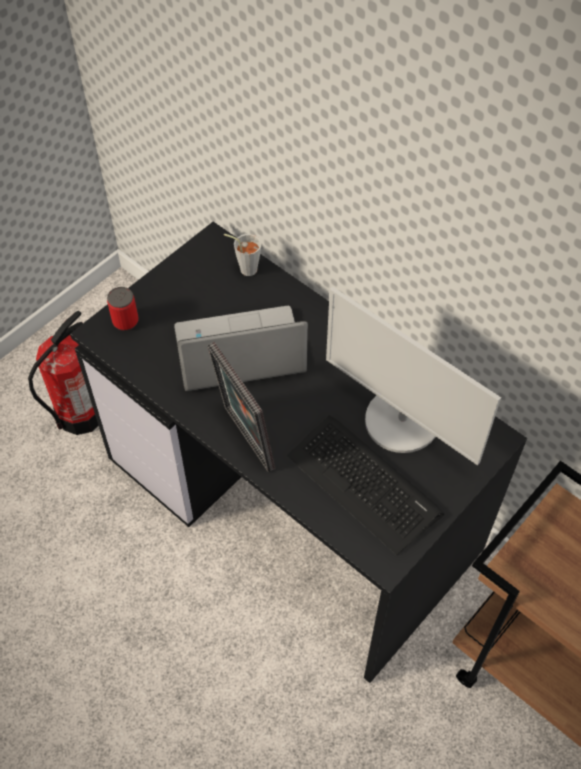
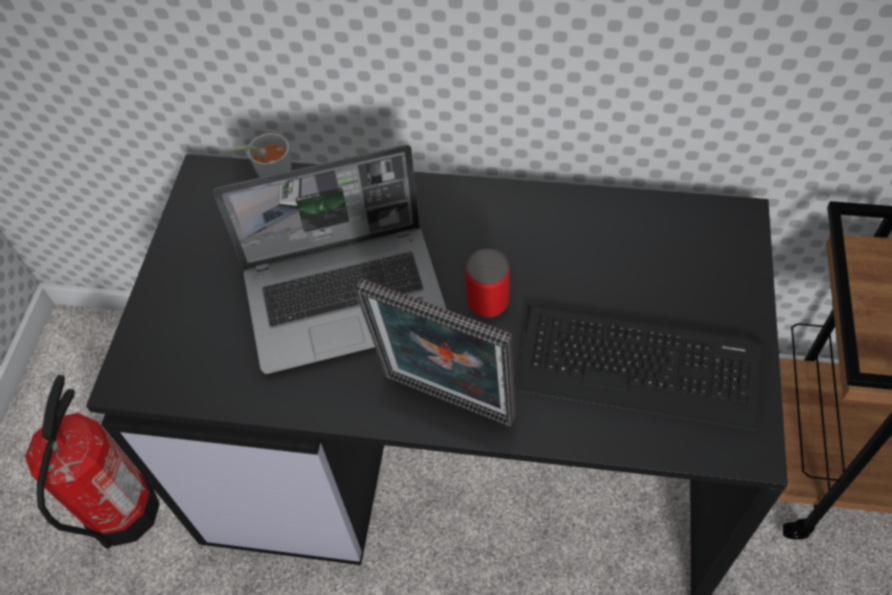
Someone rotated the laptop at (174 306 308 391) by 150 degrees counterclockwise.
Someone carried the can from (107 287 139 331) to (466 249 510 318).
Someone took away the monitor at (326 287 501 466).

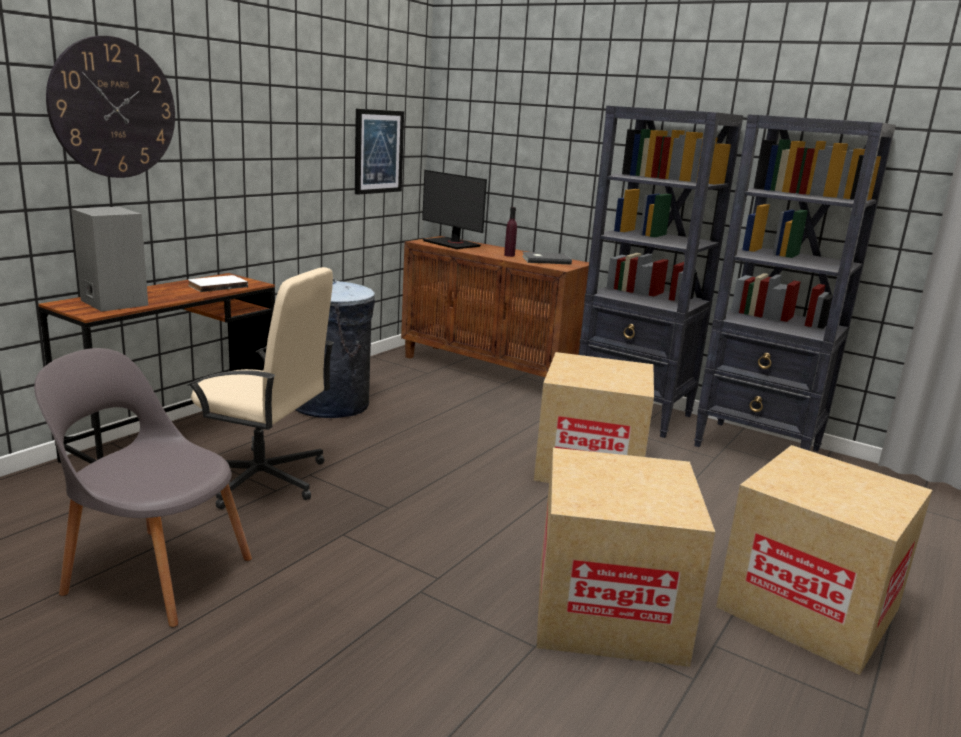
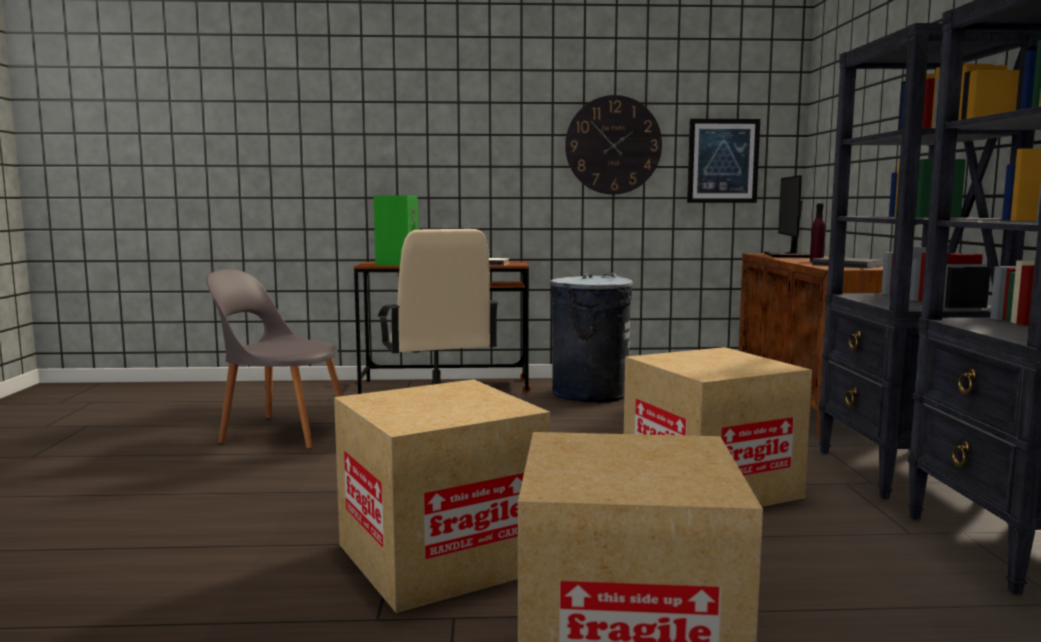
Someone rotated the chair (grey) at (34 348 252 627) by 60 degrees counterclockwise.
Someone repainted the speaker (grey) at (71 207 148 312), which became the speaker (green) at (374 195 418 266).
Someone carried the wall clock from (46 36 175 178) to (565 95 662 195).

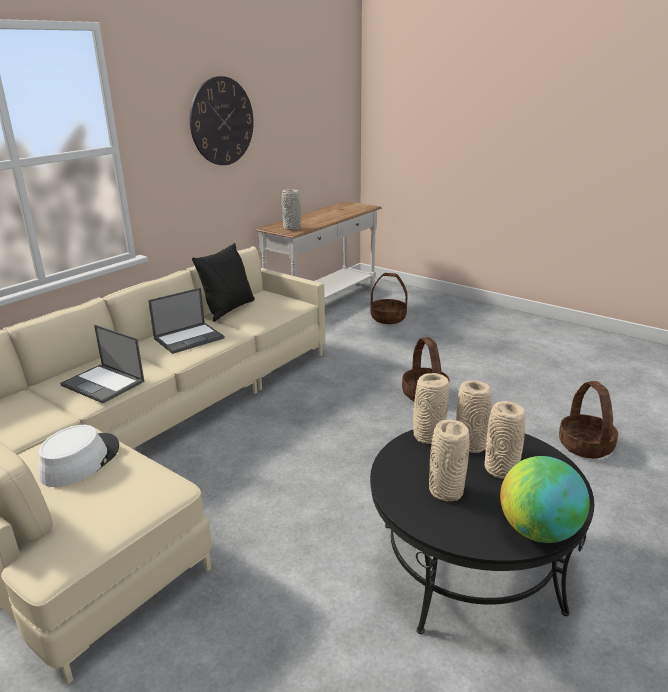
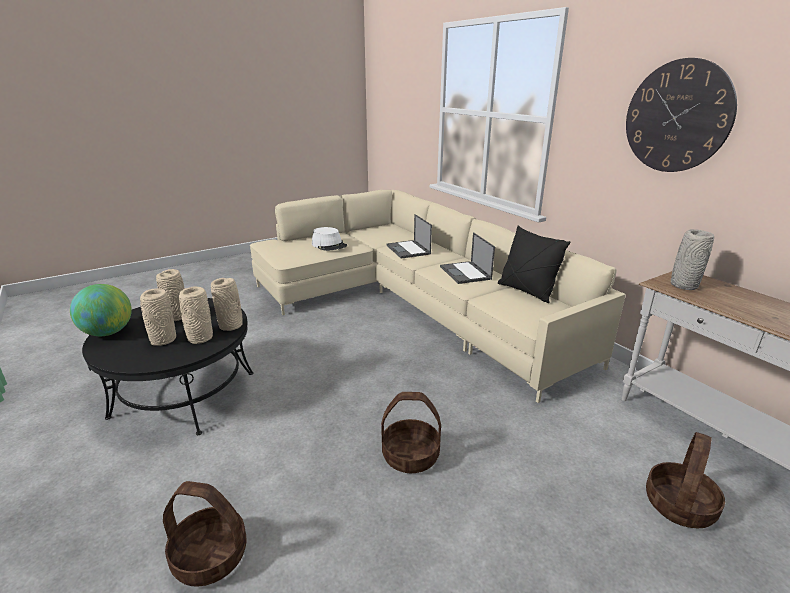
Someone rotated the laptop at (60 325 144 403) by 75 degrees counterclockwise.

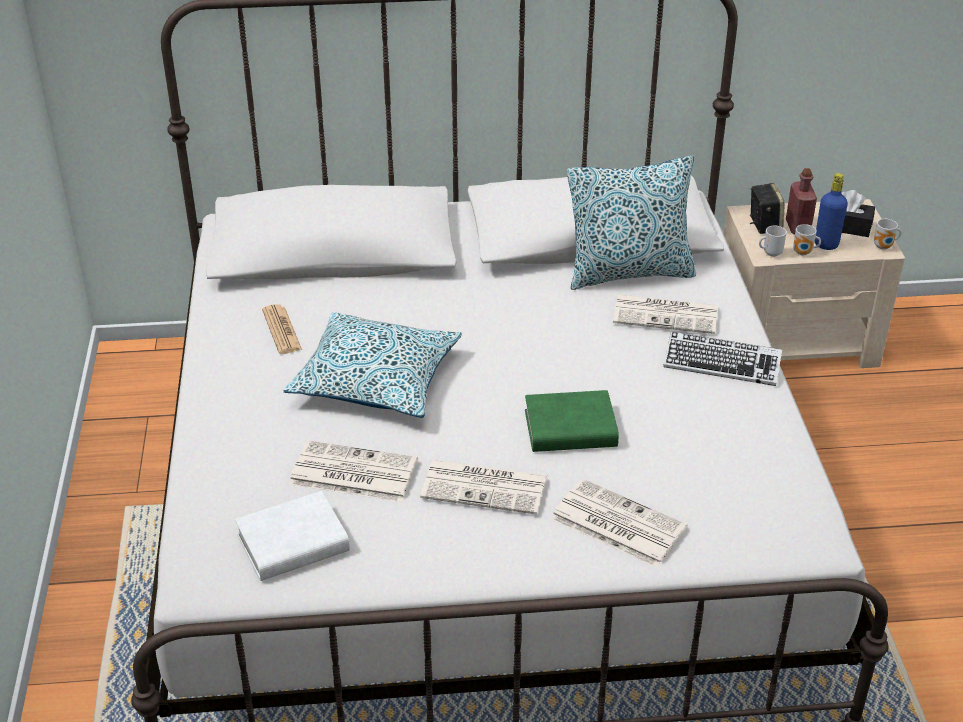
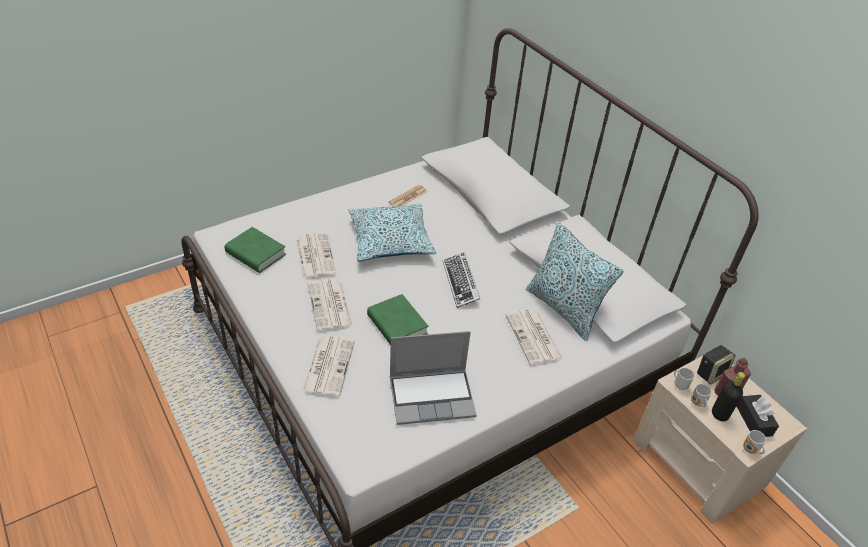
Someone repainted the book (white) at (235 491 350 581), which became the book (green) at (225 227 286 273).
Someone put down the laptop at (390 331 477 425).
Someone carried the keyboard from (663 332 782 386) to (443 252 480 308).
Someone repainted the bottle (blue) at (815 173 848 250), which became the bottle (black) at (712 372 745 421).

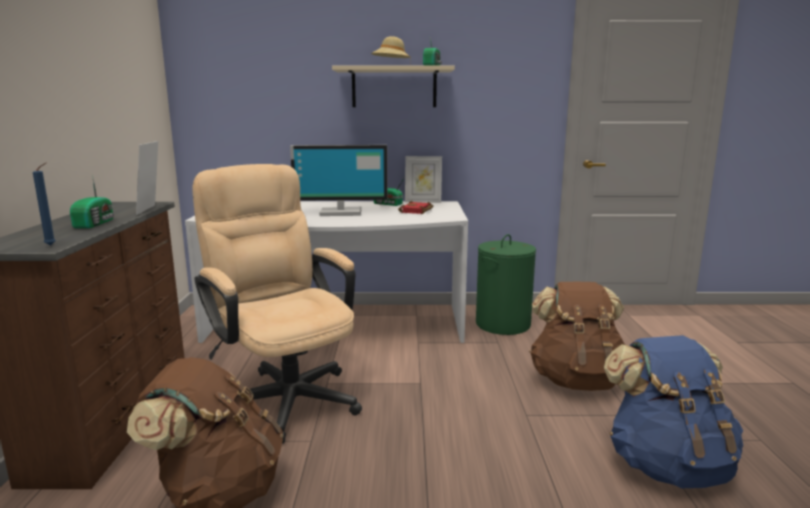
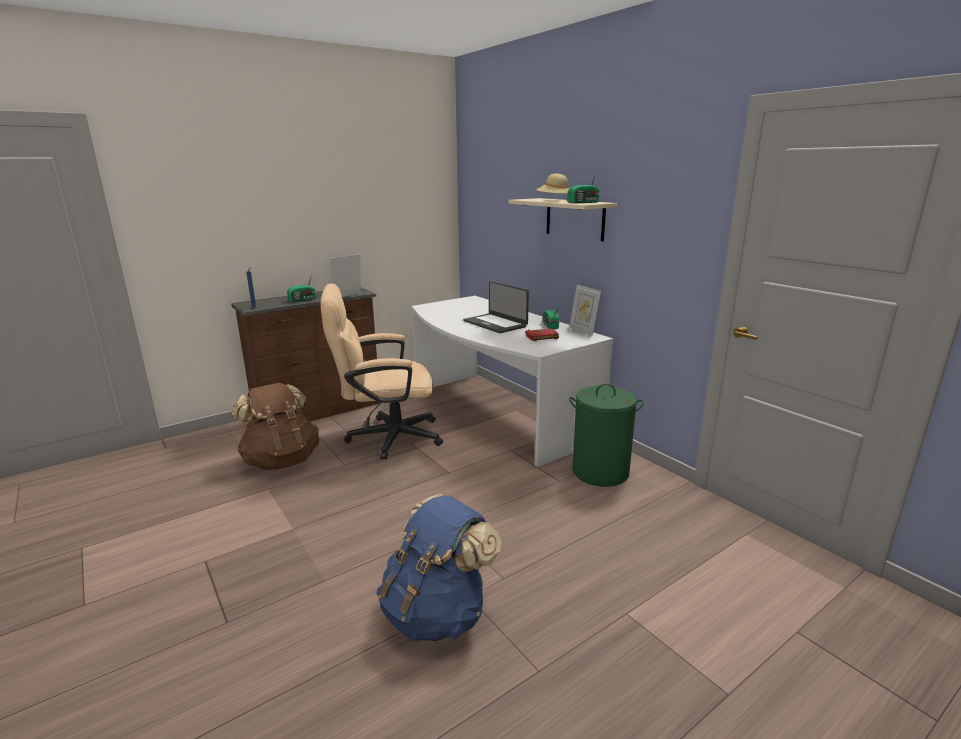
Someone rotated the office chair (beige) at (193 164 362 444) by 120 degrees counterclockwise.
Someone swapped the monitor at (290 145 388 216) for the laptop at (463 281 529 333).
Someone took away the backpack (brown) at (529 282 626 391).

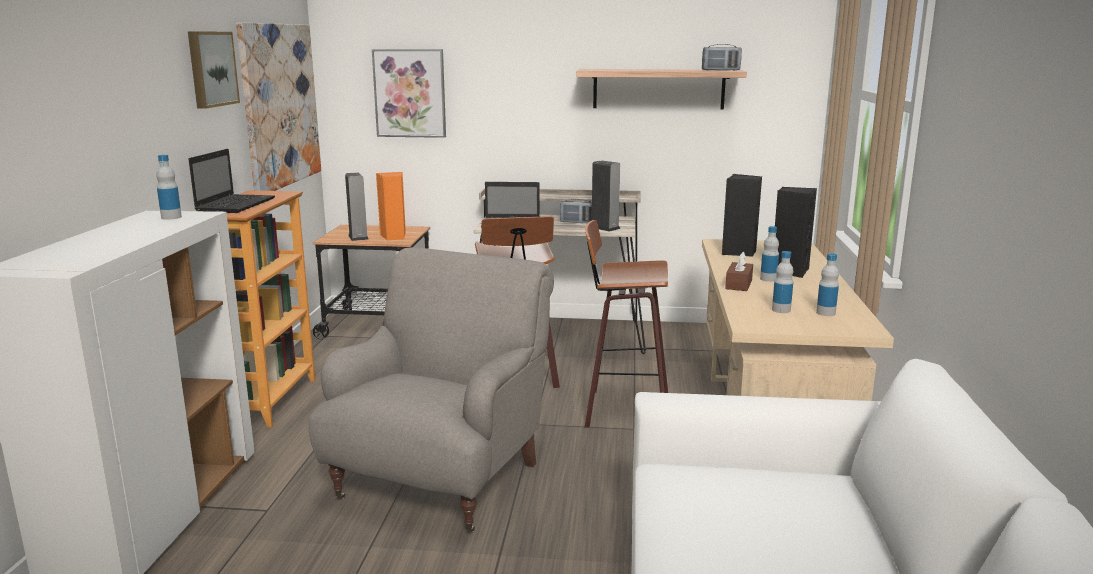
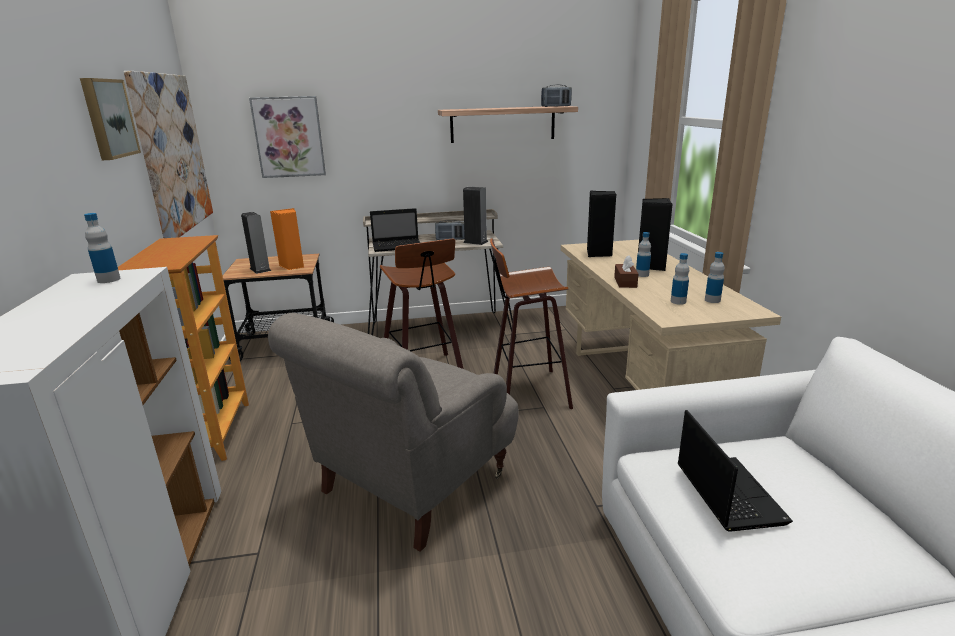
Someone rotated the armchair (grey) at (309 247 554 533) by 150 degrees counterclockwise.
Someone carried the laptop from (189 149 275 213) to (678 410 793 532).

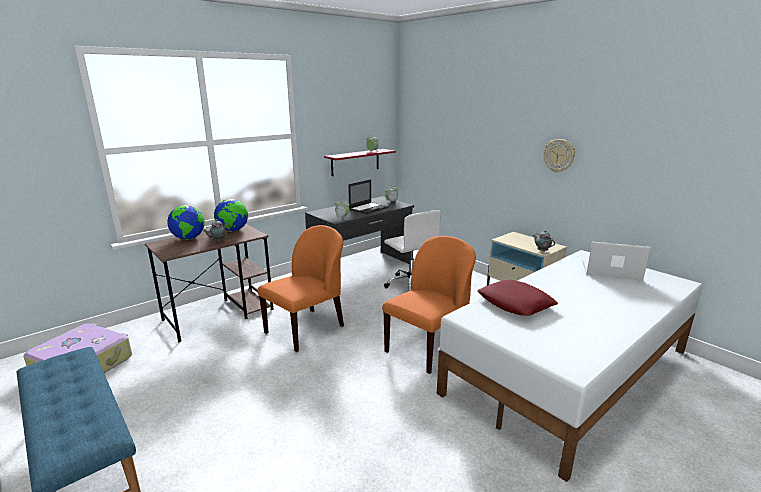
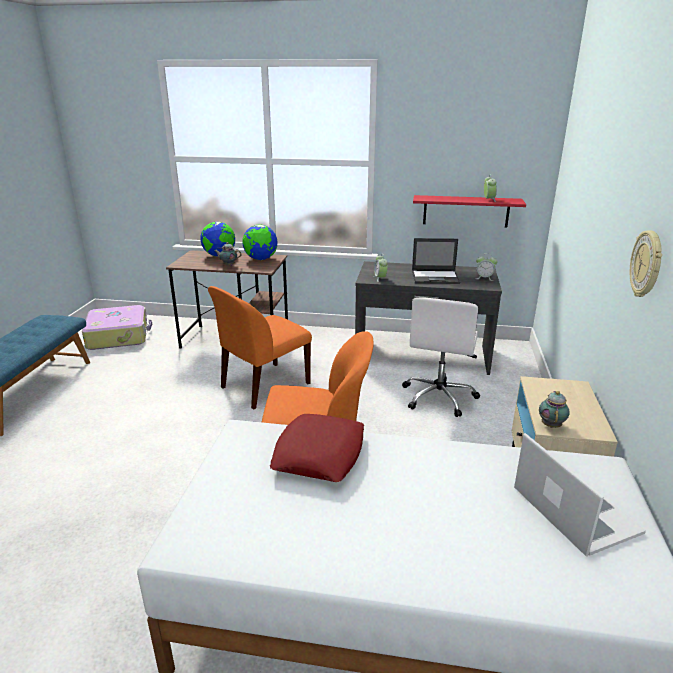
Someone rotated the chair (orange) at (258 225 344 352) by 135 degrees clockwise.

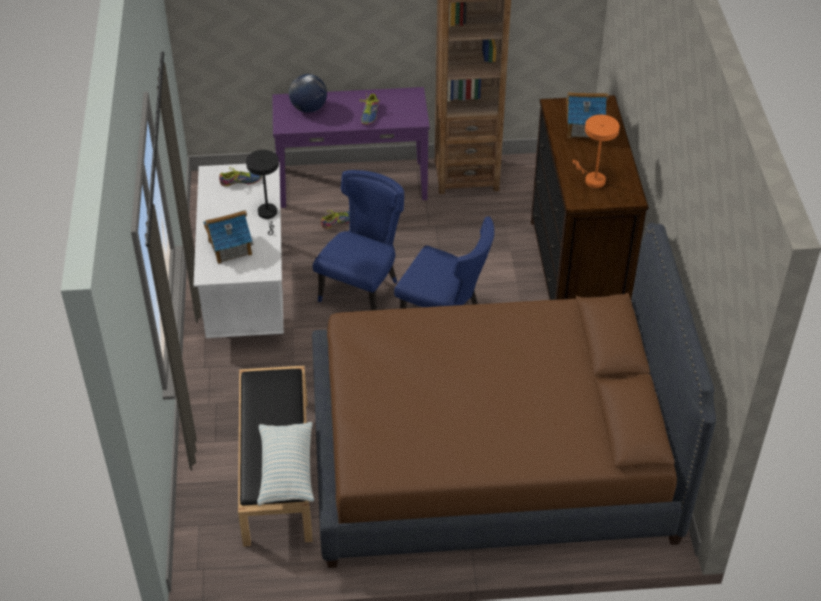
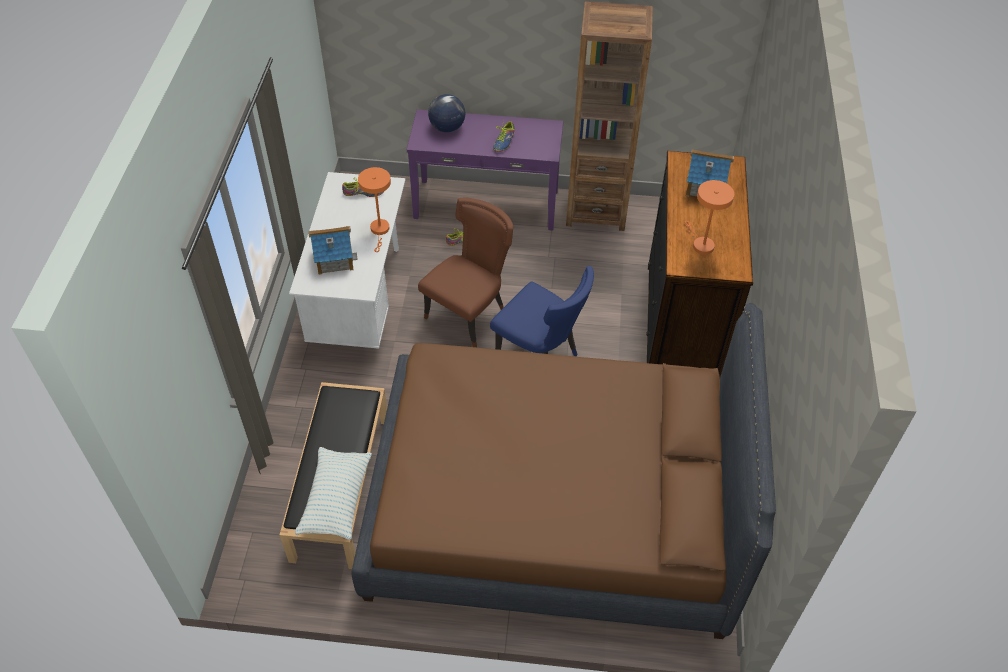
Someone repainted the table lamp (black) at (246 150 279 235), which became the table lamp (orange) at (358 167 391 252).
Someone repainted the chair (blue) at (313 170 404 310), which became the chair (brown) at (418 198 513 347).

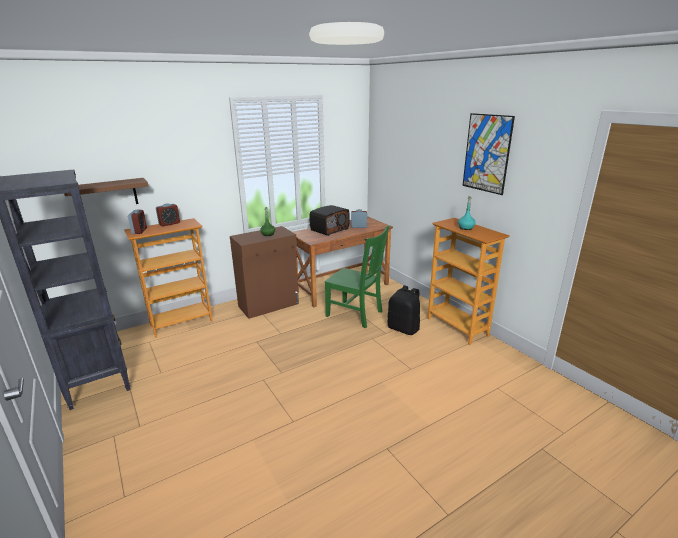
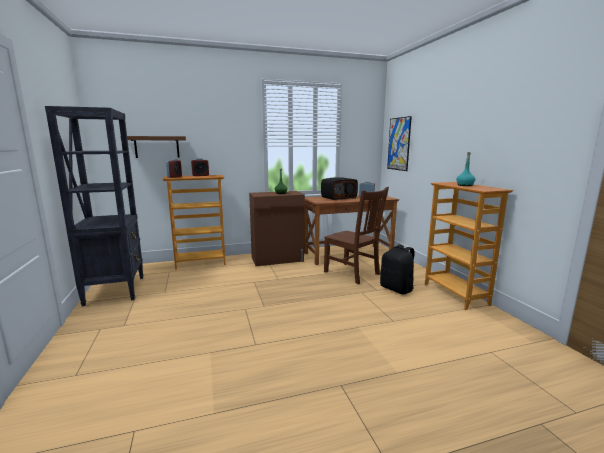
Someone repainted the chair (green) at (324 225 389 328), which became the chair (brown) at (324 187 389 284).
Someone carried the picture from (463 113 515 195) to (387 116 412 171).

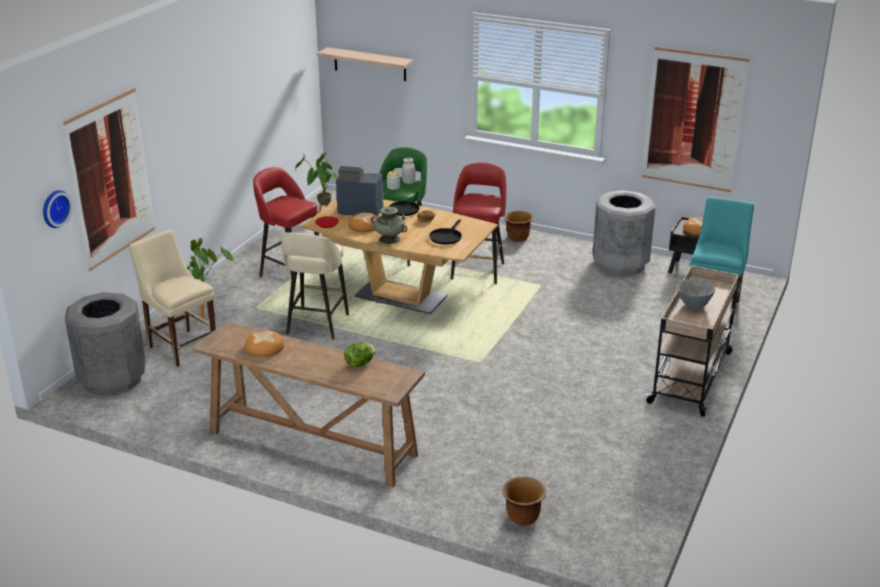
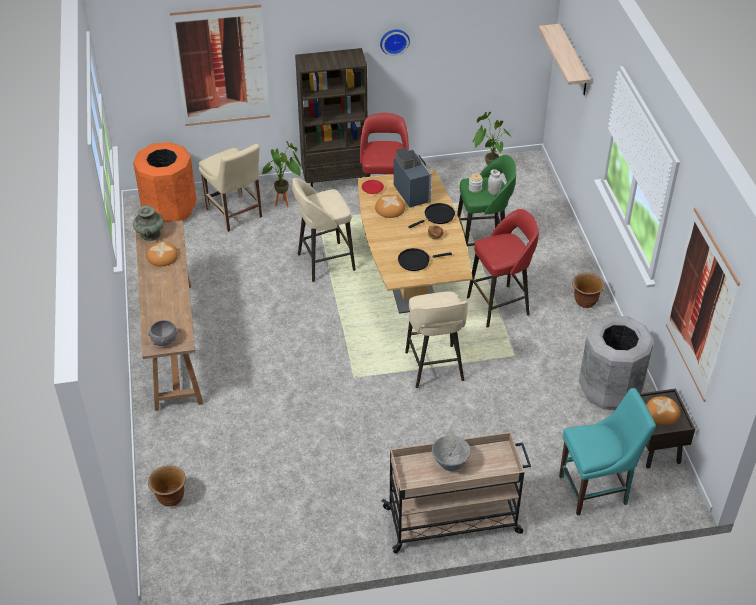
Someone repainted the trash can (grey) at (65 292 146 396), which became the trash can (orange) at (133 142 197 222).
Someone carried the vase (turquoise) from (371 207 407 244) to (133 206 164 241).
Someone put down the bowl (grey) at (148 320 178 346).
Someone rotated the chair (beige) at (129 230 216 367) by 135 degrees clockwise.
Someone put down the bookcase (brown) at (295 48 368 187).
Someone carried the wall clock from (43 190 72 228) to (380 29 410 56).
Someone put down the stool (beige) at (405 291 468 388).
Someone took away the lettuce at (344 342 376 367).

